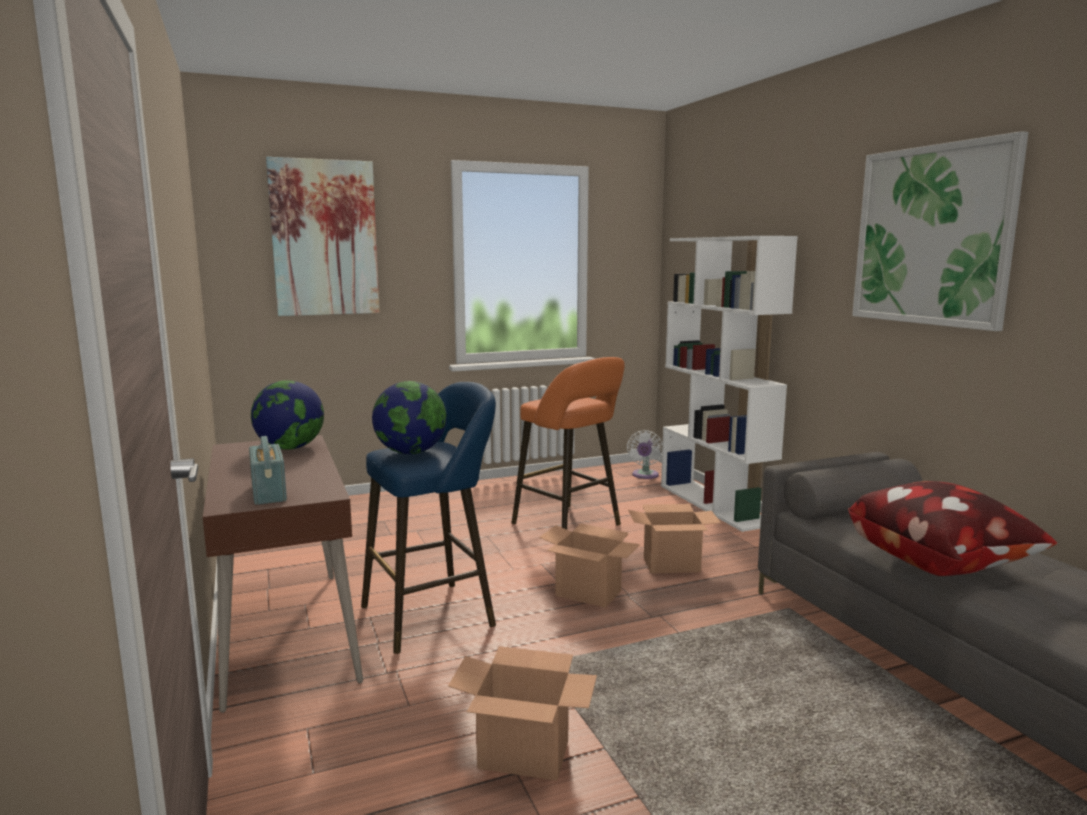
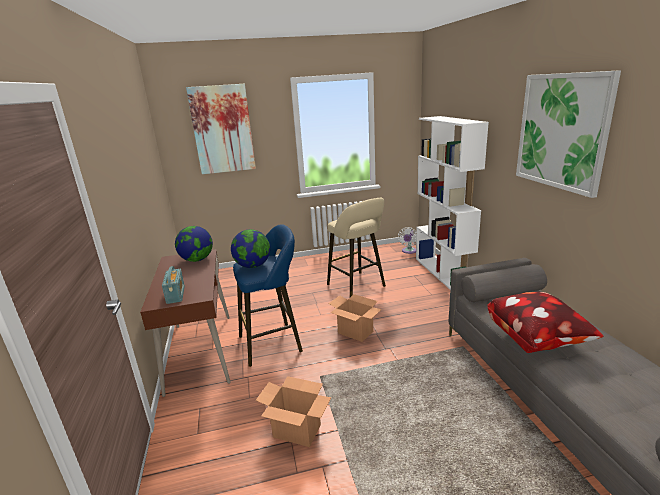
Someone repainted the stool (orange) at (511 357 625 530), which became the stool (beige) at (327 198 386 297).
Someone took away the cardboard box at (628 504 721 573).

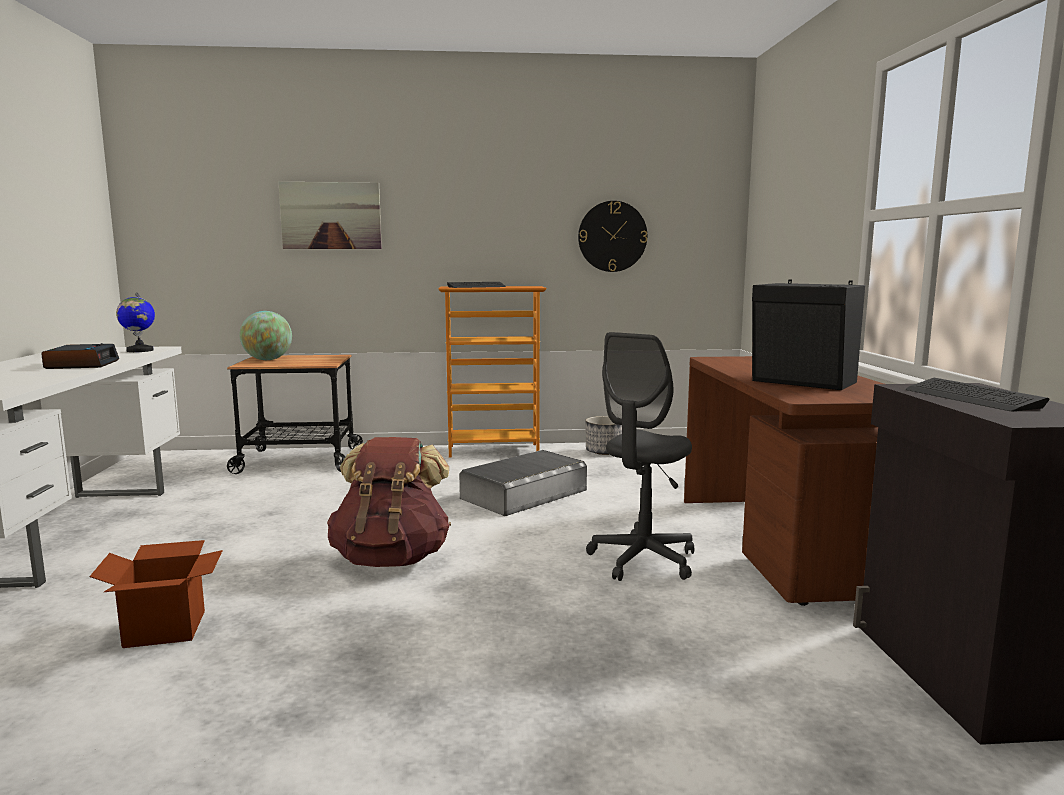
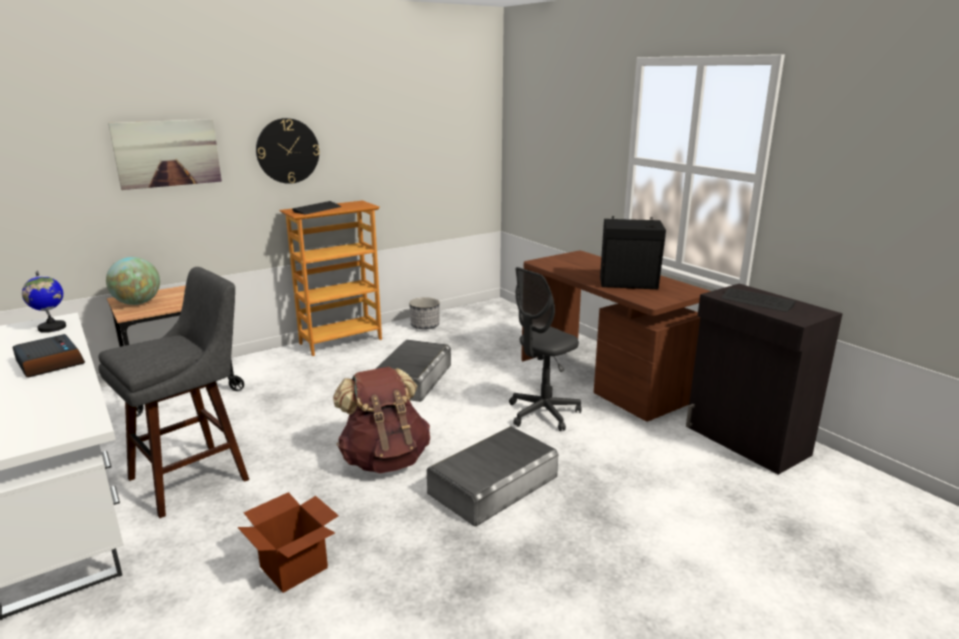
Someone put down the stool (grey) at (98 267 249 518).
Someone carried the wall clock from (578 201 647 272) to (256 118 320 184).
Someone put down the storage box (grey) at (427 426 558 527).
Someone rotated the office chair (grey) at (586 332 694 581) by 45 degrees clockwise.

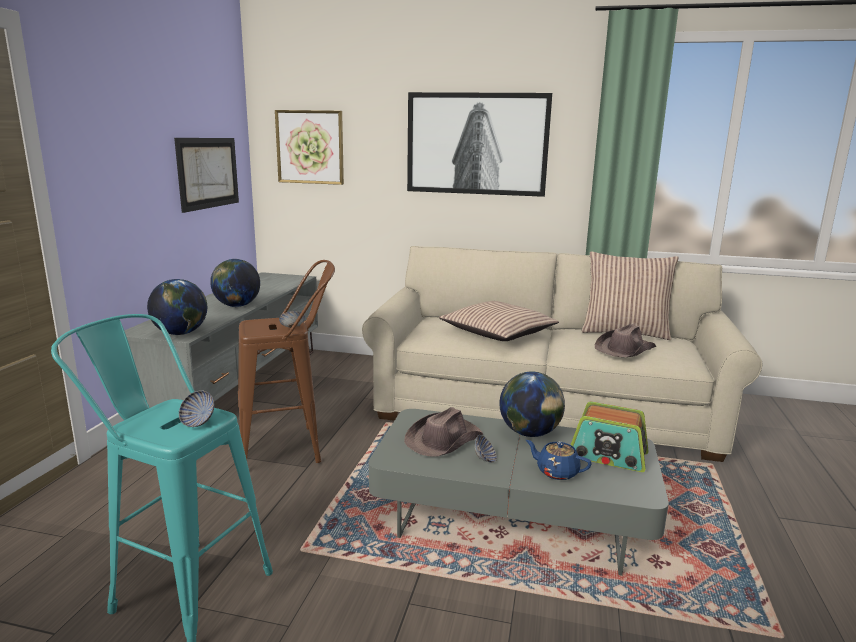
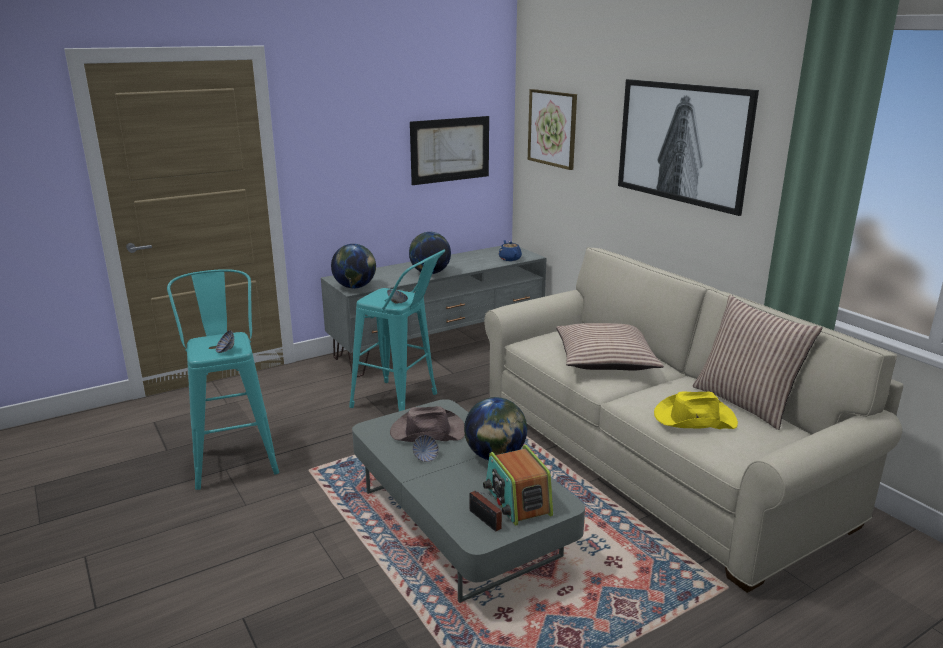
Someone repainted the stool (brown) at (238 260 335 463), which became the stool (turquoise) at (349 249 445 411).
Someone put down the radio at (470 490 504 532).
Someone carried the teapot (blue) from (526 440 592 480) to (499 240 522 261).
Someone repainted the hat (brown) at (595 324 656 357), which became the hat (yellow) at (654 392 738 429).

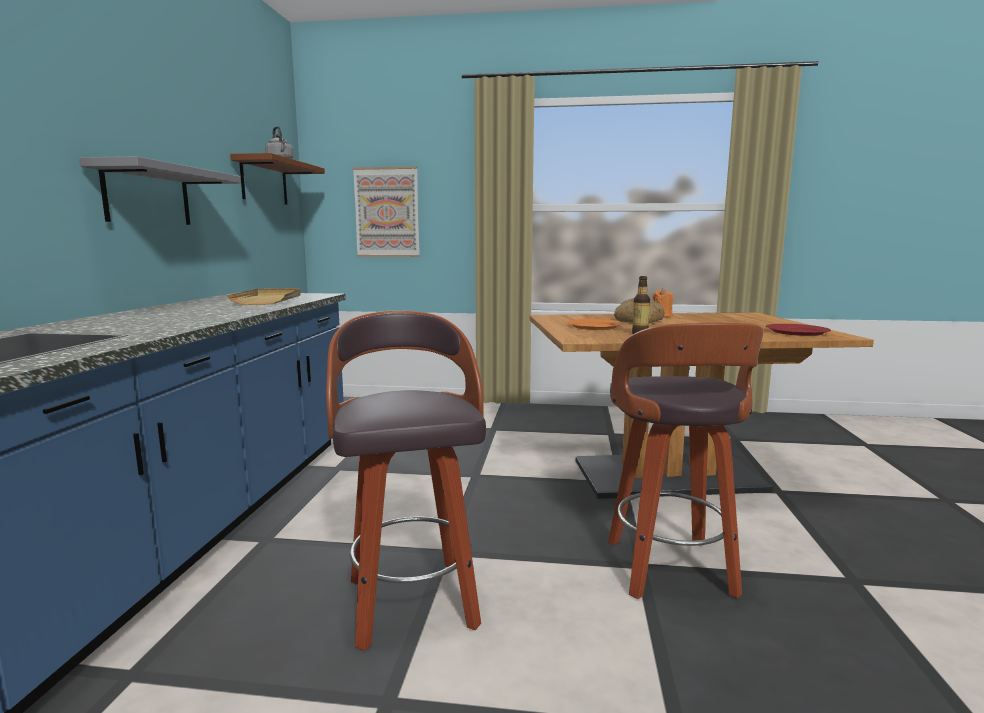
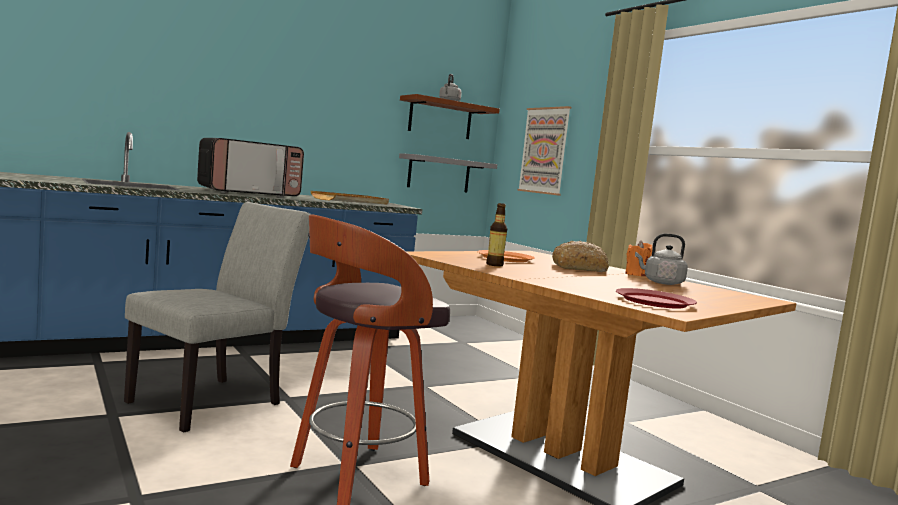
Someone swapped the stool at (326 310 486 651) for the chair (grey) at (124 202 311 433).
Someone put down the microwave at (197 138 304 197).
Someone carried the shelf (grey) from (79 156 241 225) to (399 153 497 193).
Someone put down the kettle (grey) at (635 234 688 285).

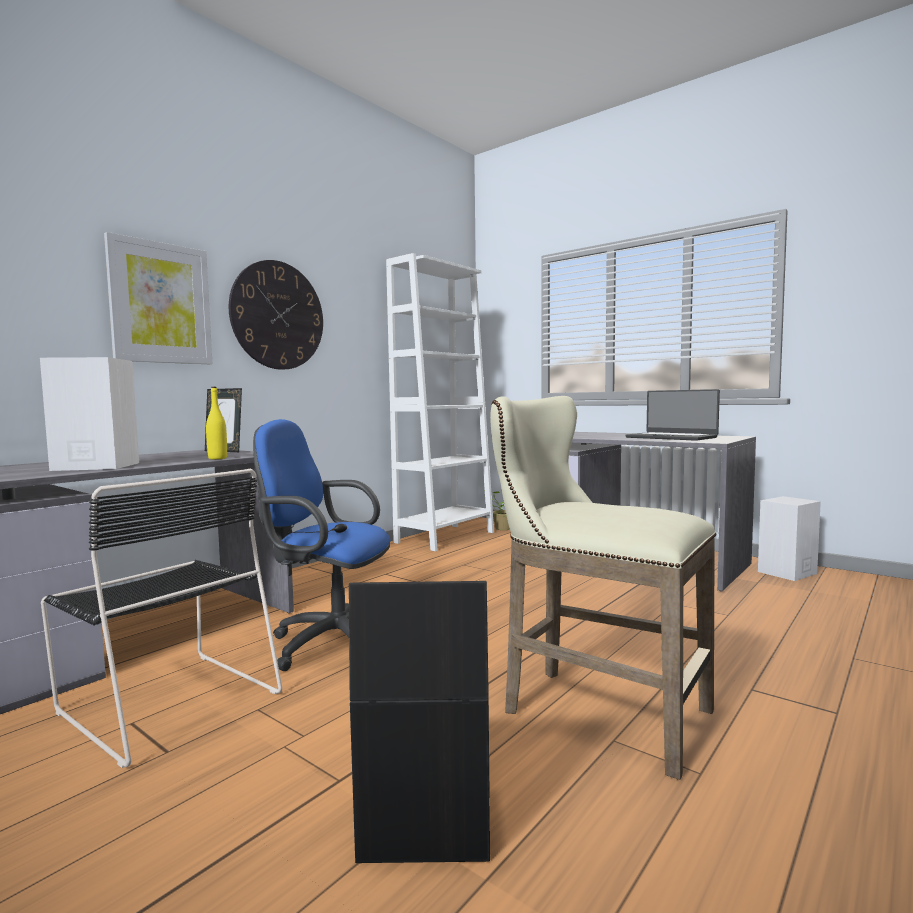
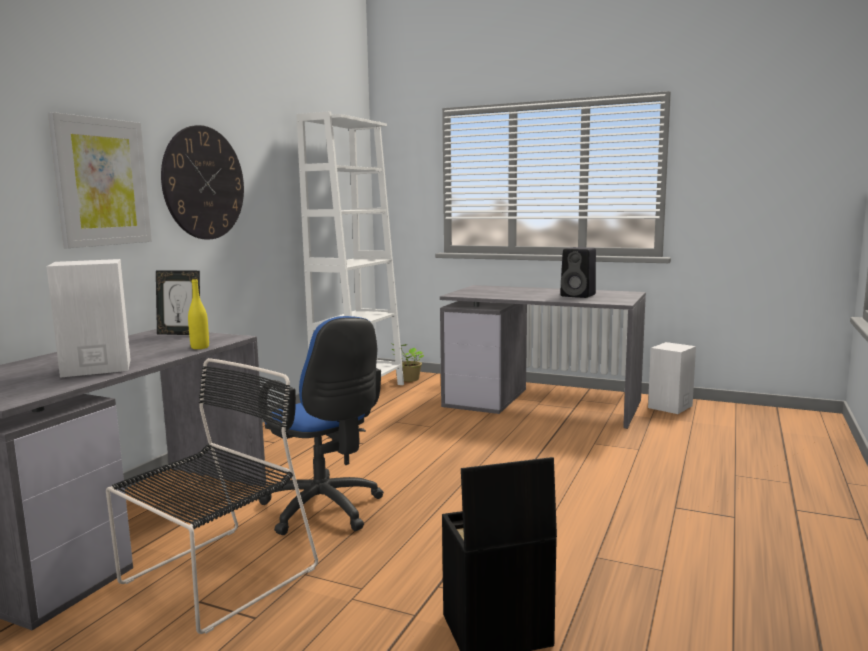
Someone rotated the chair (black) at (41 469 282 768) by 75 degrees counterclockwise.
Someone rotated the office chair (blue) at (253 419 390 671) by 135 degrees counterclockwise.
Someone swapped the laptop at (626 389 720 441) for the speaker (black) at (560 247 596 298).
Someone took away the stool (beige) at (490 396 716 780).

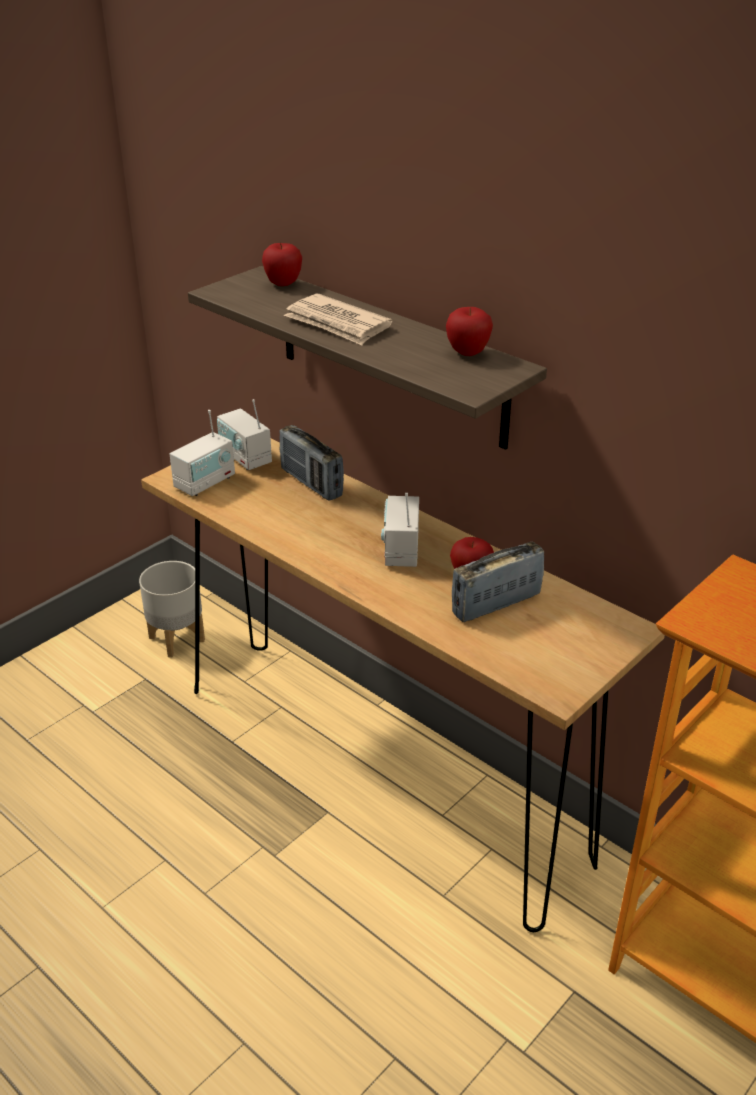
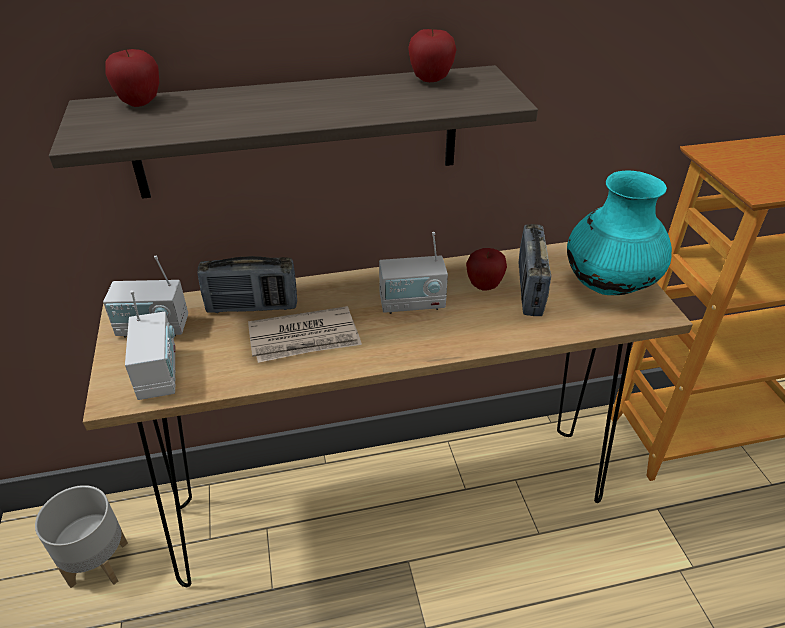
Someone carried the newspaper from (284 294 393 345) to (248 306 362 363).
Someone rotated the radio at (381 493 419 567) by 45 degrees counterclockwise.
Someone put down the vase (turquoise) at (567 170 672 295).

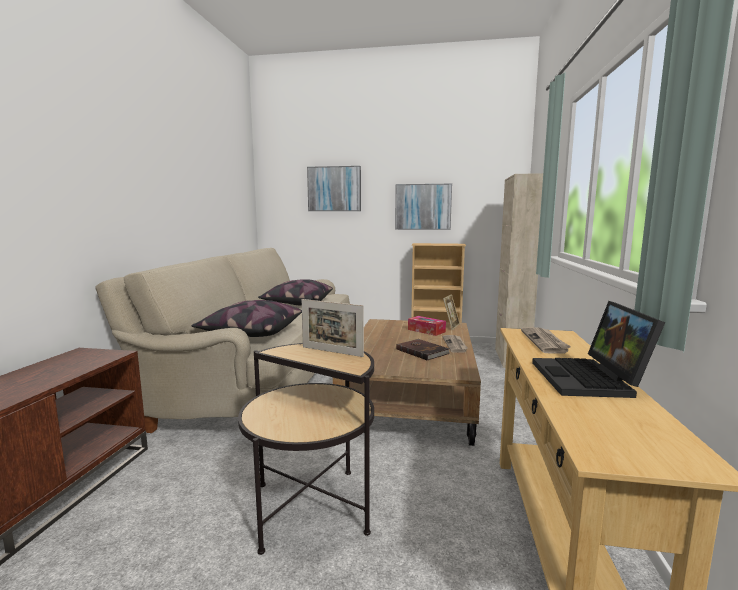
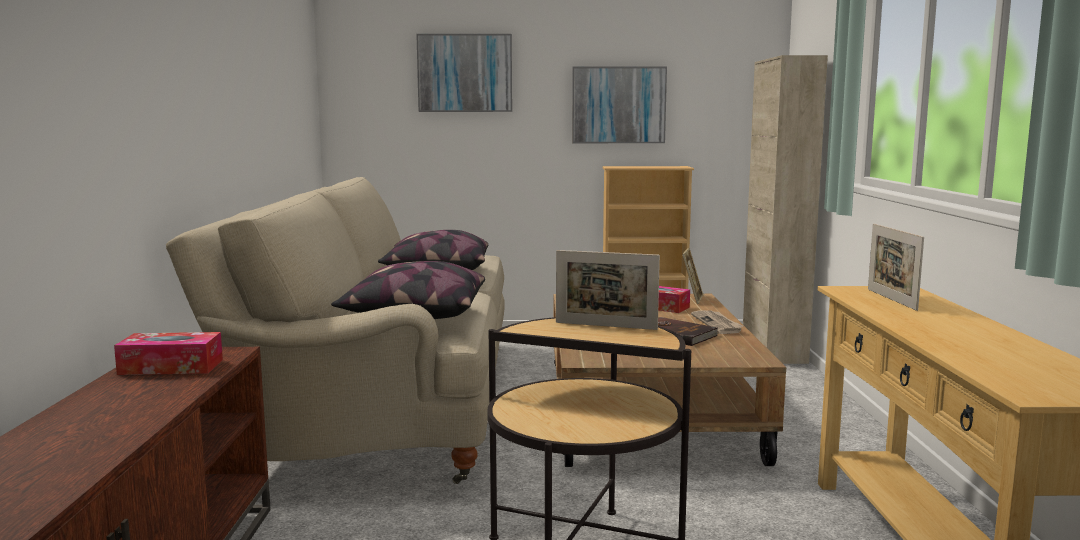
Someone put down the tissue box at (114 332 223 375).
Someone swapped the newspaper at (521 327 571 354) for the picture frame at (868 223 924 311).
Someone took away the laptop at (532 301 665 398).

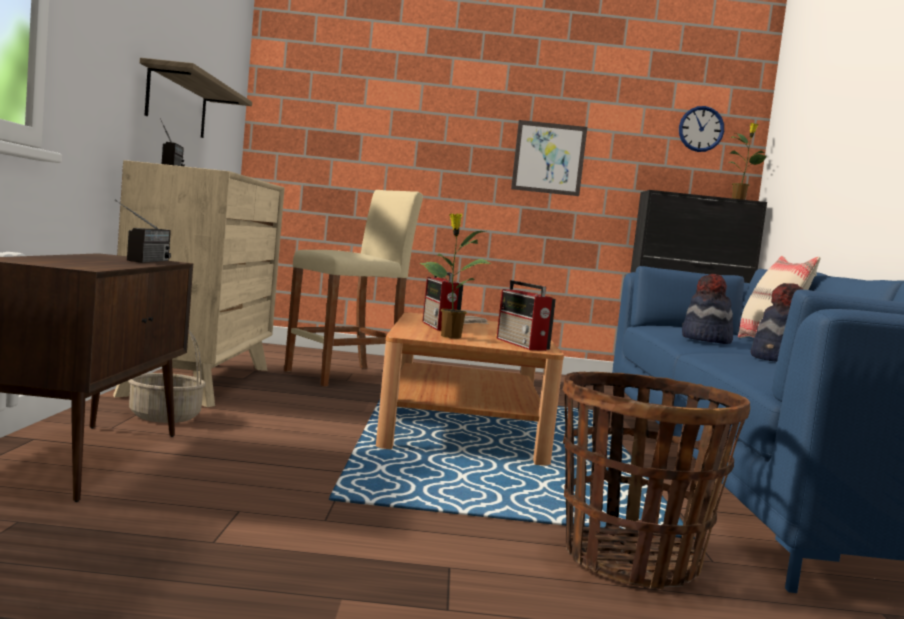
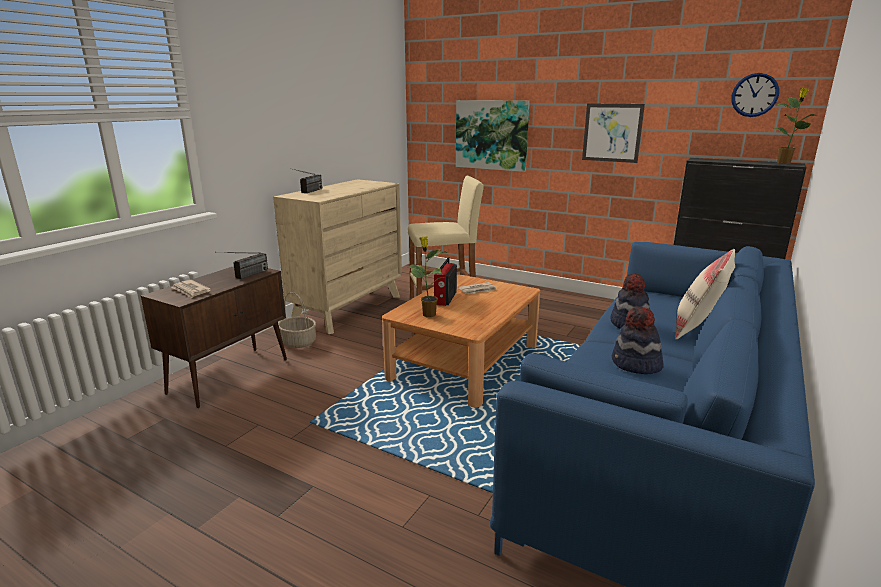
Someone put down the newspaper at (171 280 211 298).
Someone put up the picture at (456 100 530 172).
Someone took away the shelf at (140 58 252 138).
Someone took away the radio at (497 280 556 351).
Someone took away the basket at (563 372 750 590).

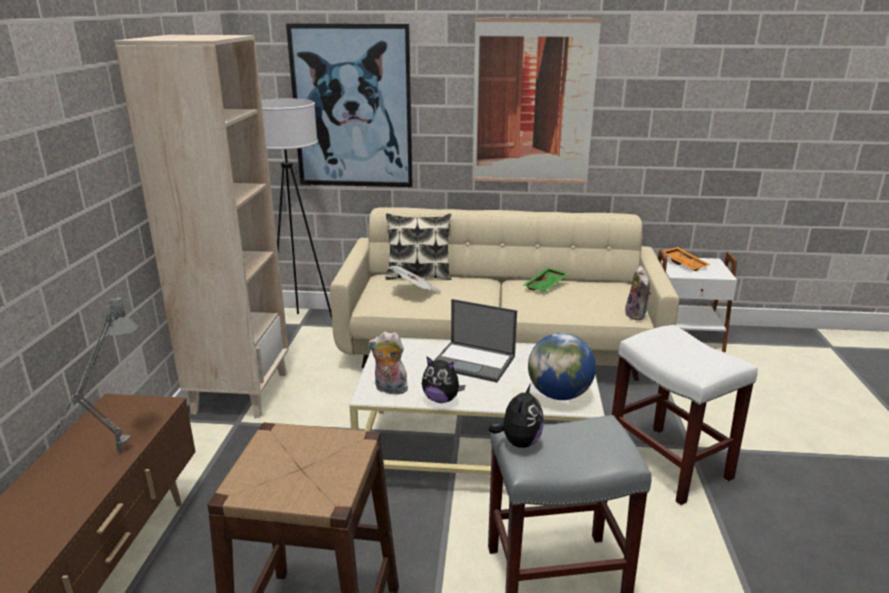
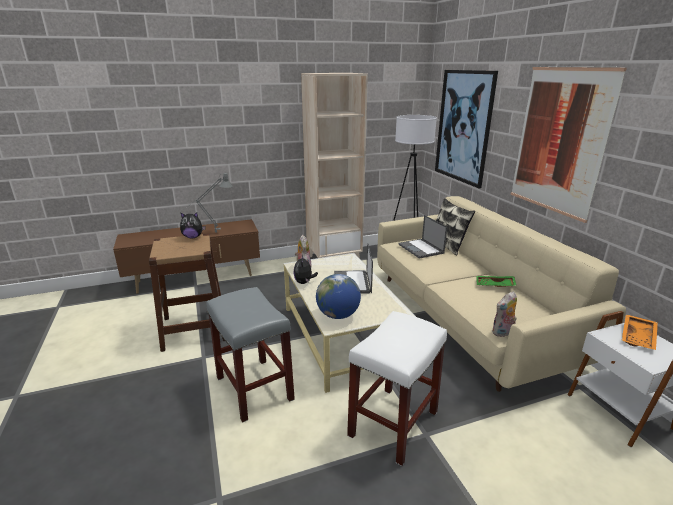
Someone carried the plush toy from (488 383 544 448) to (180 212 206 238).
Someone swapped the newspaper at (388 266 442 291) for the laptop at (398 215 447 259).

